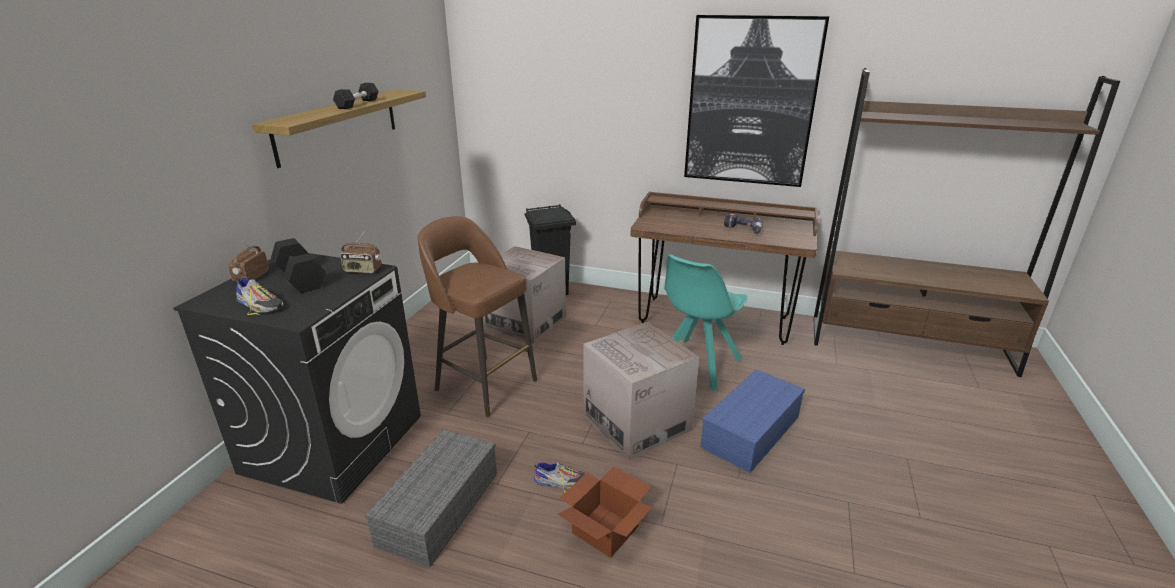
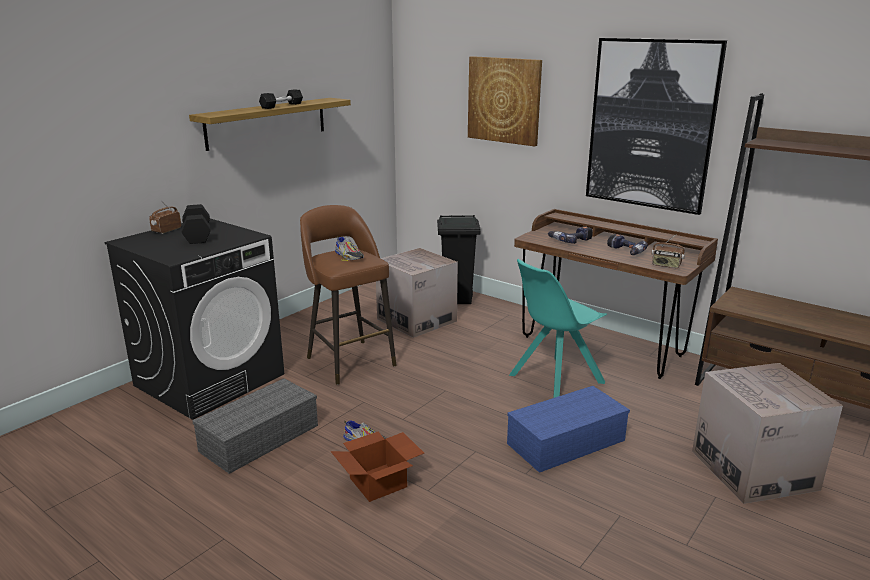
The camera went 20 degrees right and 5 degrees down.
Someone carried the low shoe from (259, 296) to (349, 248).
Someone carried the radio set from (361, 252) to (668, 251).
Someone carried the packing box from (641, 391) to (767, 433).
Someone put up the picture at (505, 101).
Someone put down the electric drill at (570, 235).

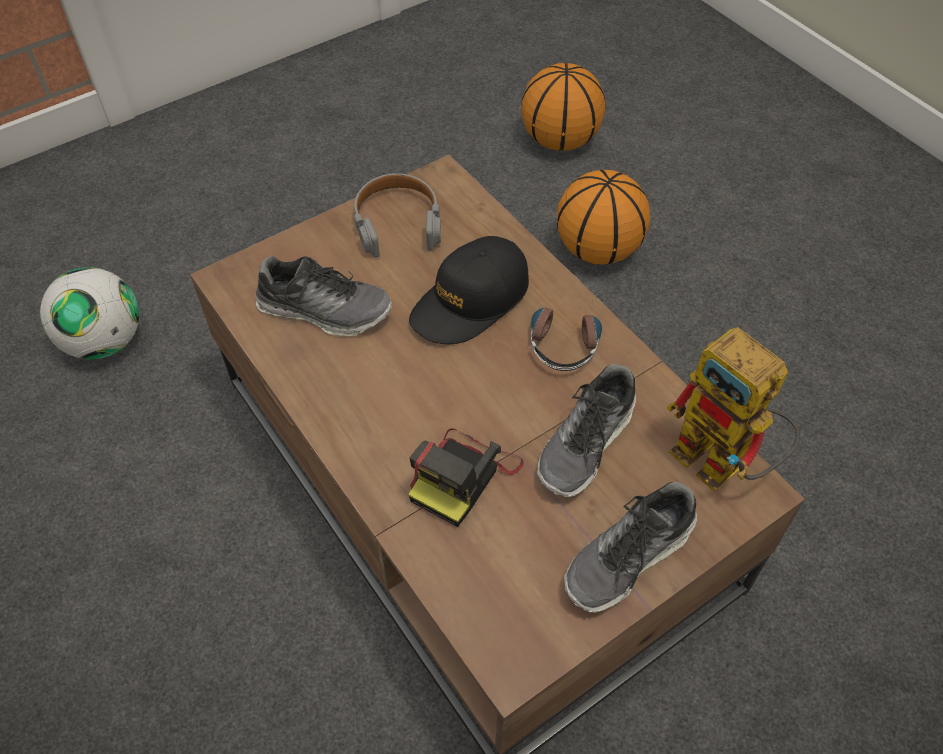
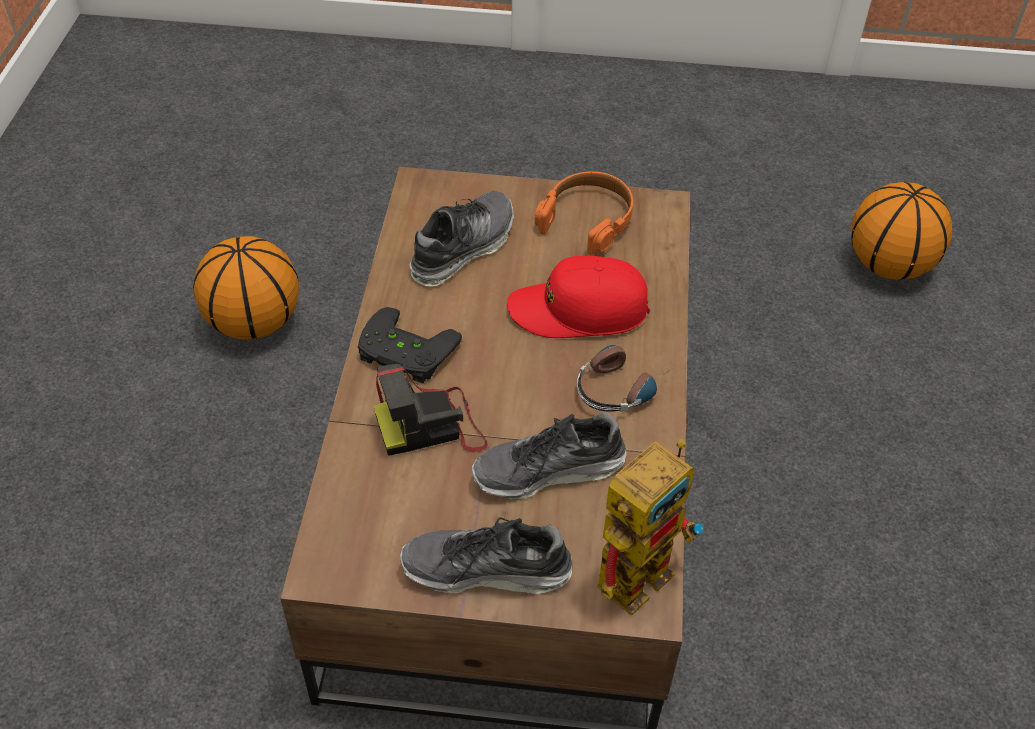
The camera went 40 degrees right and 5 degrees down.
Someone took away the ball for football at (89, 313).
Someone rotated the low shoe at (324, 296) by 105 degrees counterclockwise.
Someone repainted the greyish pair of headphones at (397, 215), which became the orange-coloured pair of headphones at (584, 213).
Someone repainted the black cap at (469, 290), which became the red cap at (578, 297).
Someone carried the basketball from (603, 217) to (246, 287).
Someone rotated the model robot at (733, 409) by 135 degrees counterclockwise.
Someone put down the black joypad at (410, 345).

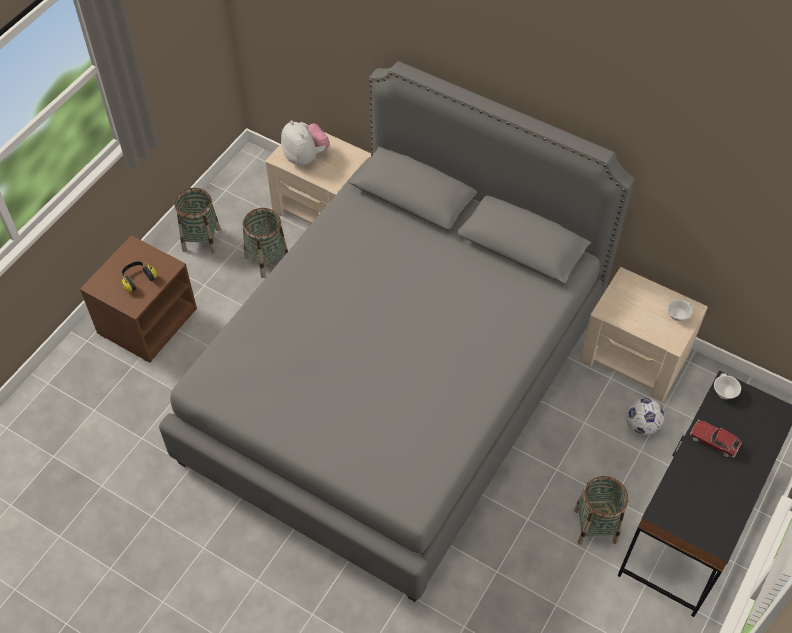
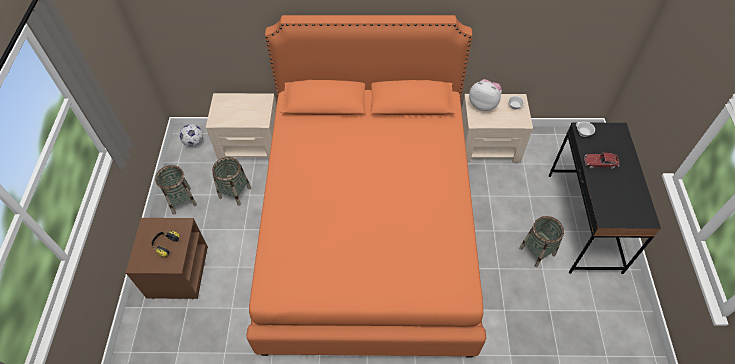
The camera went 30 degrees left and 0 degrees up.
Someone repainted the greyish sleeping bed at (397, 331), which became the orange-coloured sleeping bed at (366, 186).
Someone carried the soft toy from (305, 143) to (485, 95).
Someone carried the ball for football from (645, 416) to (191, 135).

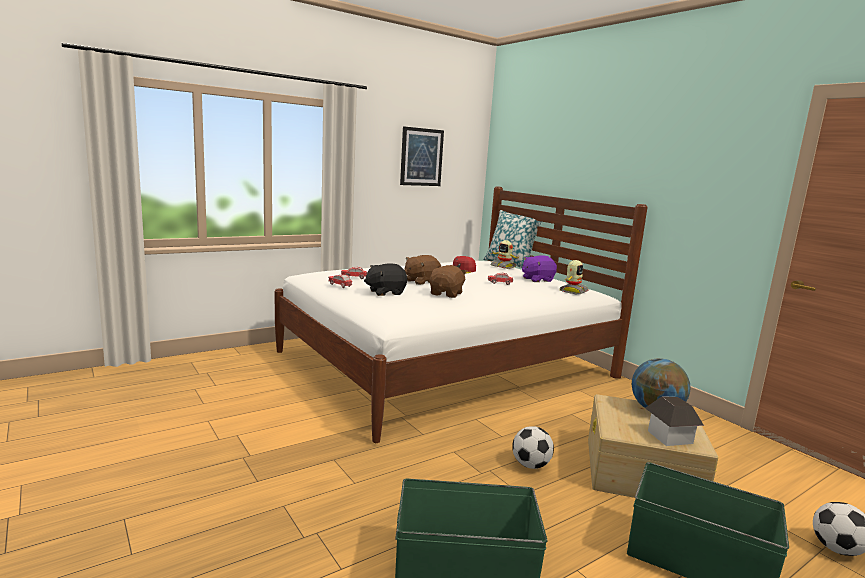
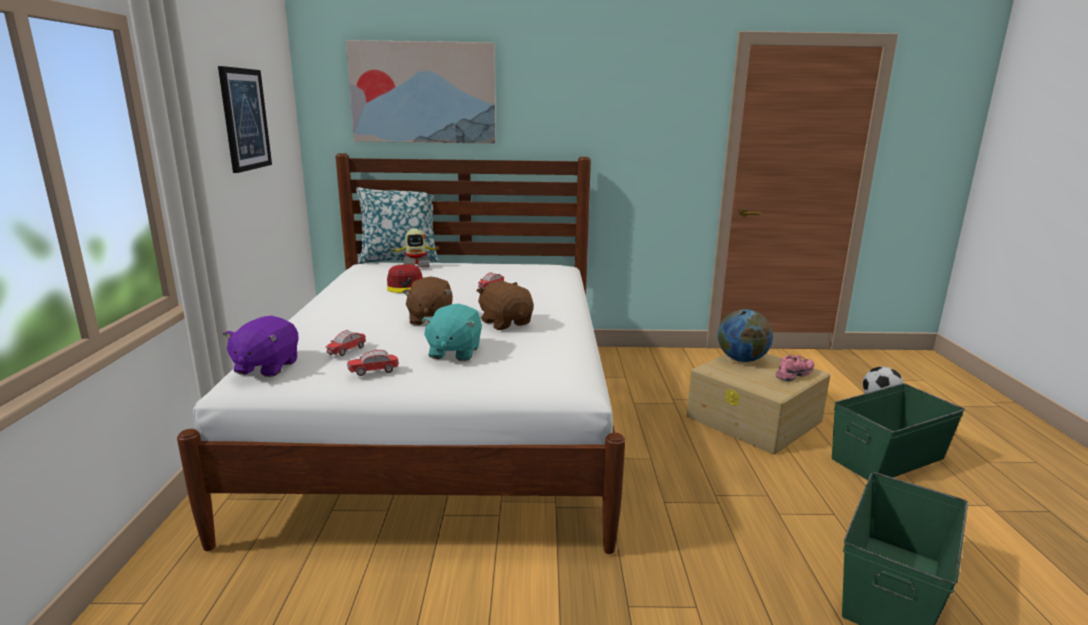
The camera went 55 degrees left and 5 degrees up.
Someone repainted the black soft toy at (385, 280), which became the blue-green soft toy at (451, 332).
Someone took away the ball for football at (533, 447).
Someone carried the purple-coloured soft toy from (539, 269) to (261, 346).
Someone took away the model robot at (574, 277).
Someone swapped the miniature house at (674, 421) for the pinkish low shoe at (795, 367).
Someone put up the picture at (421, 92).

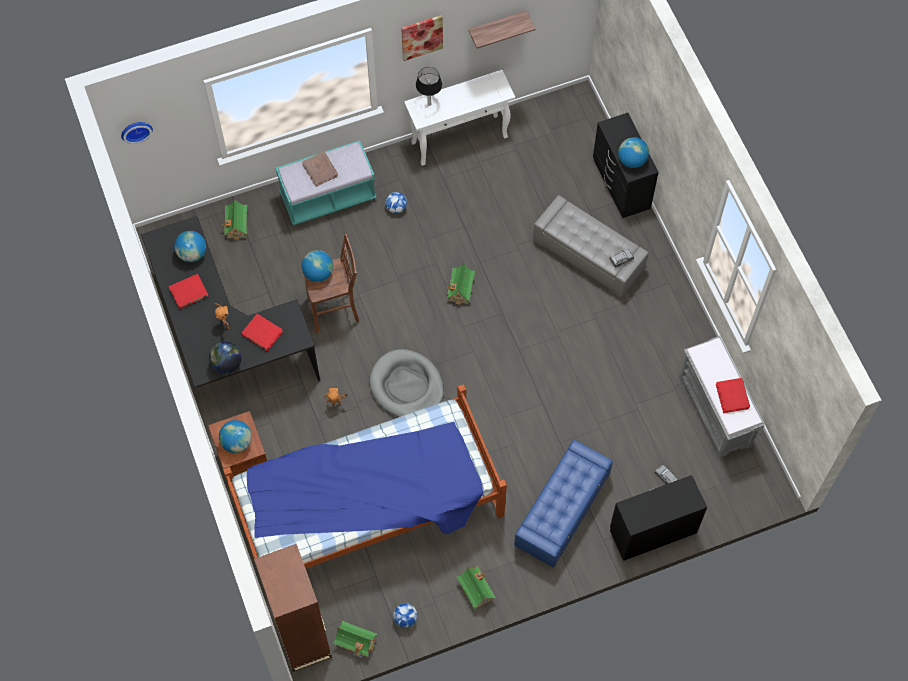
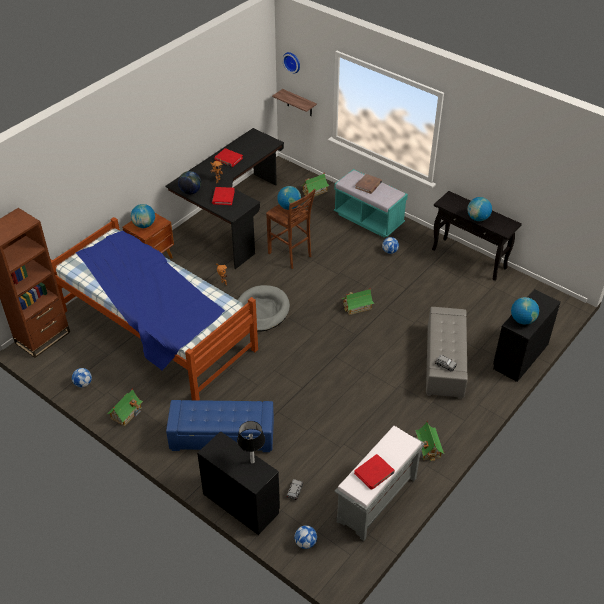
The camera went 60 degrees right and 20 degrees down.
Someone carried the globe from (190, 246) to (479, 209).
Someone carried the miniature house from (355, 639) to (429, 441).
Someone took away the picture at (422, 38).
Someone repainted the white hall table at (459, 118), which became the black hall table at (477, 236).
Someone carried the table lamp from (429, 86) to (251, 442).
Someone carried the wall shelf from (502, 30) to (294, 102).
Someone put down the ball for football at (305, 537).

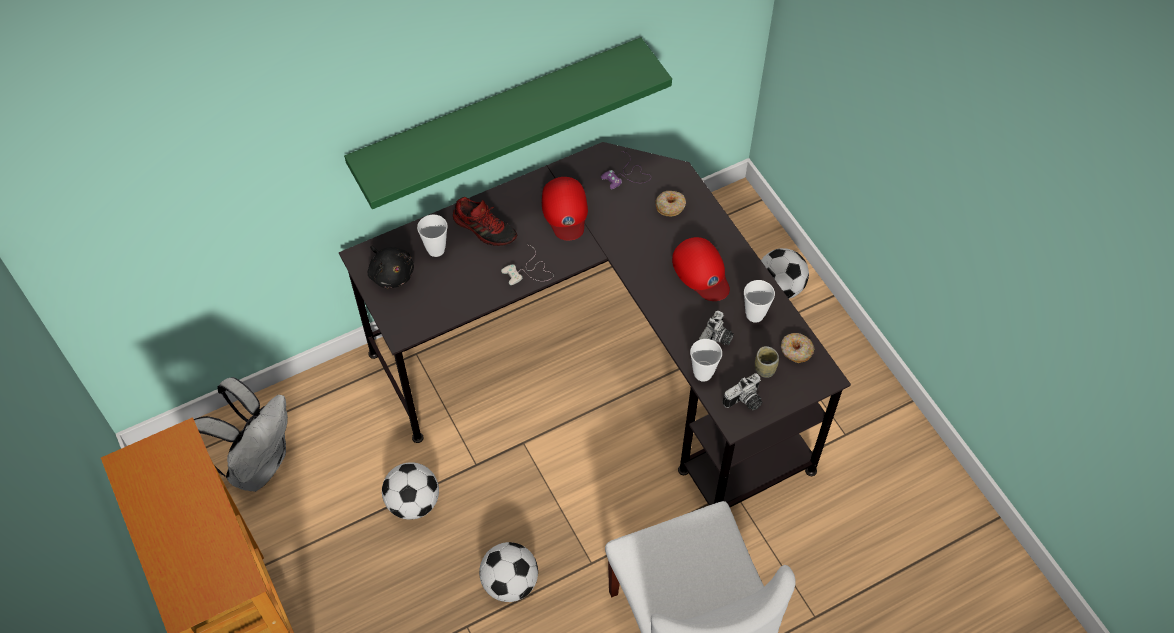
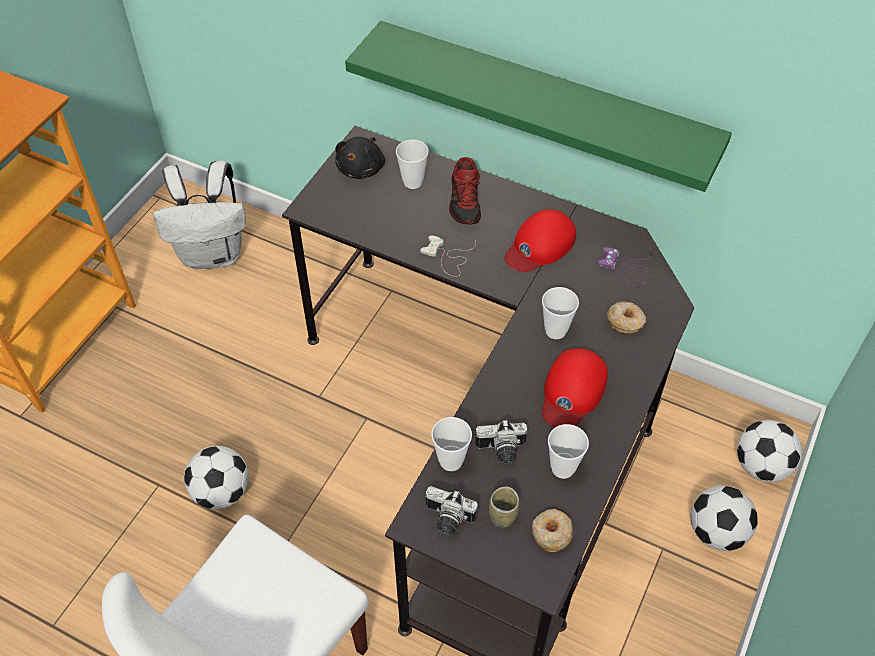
The camera went 55 degrees right and 5 degrees down.
Someone carried the ball for football from (410, 491) to (769, 451).
Someone put down the small cup at (560, 313).

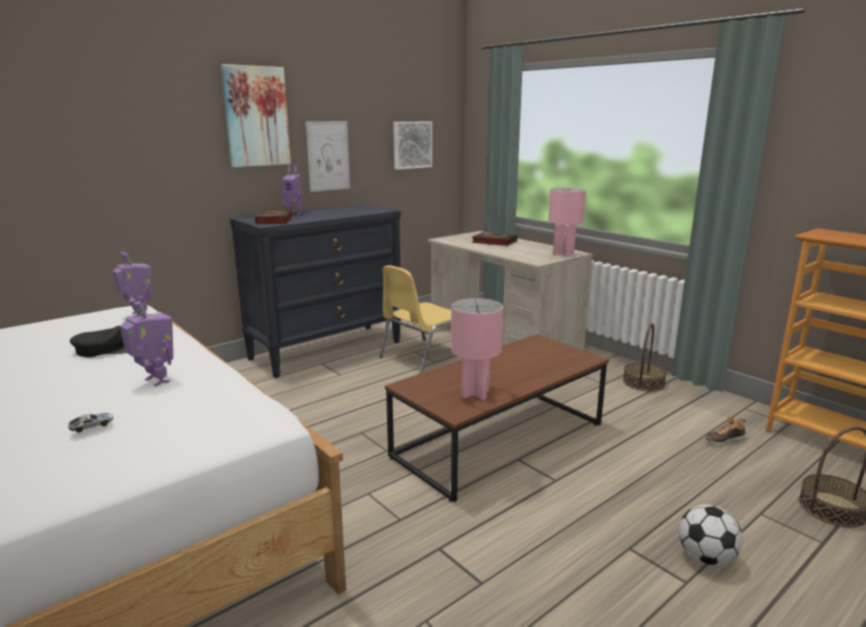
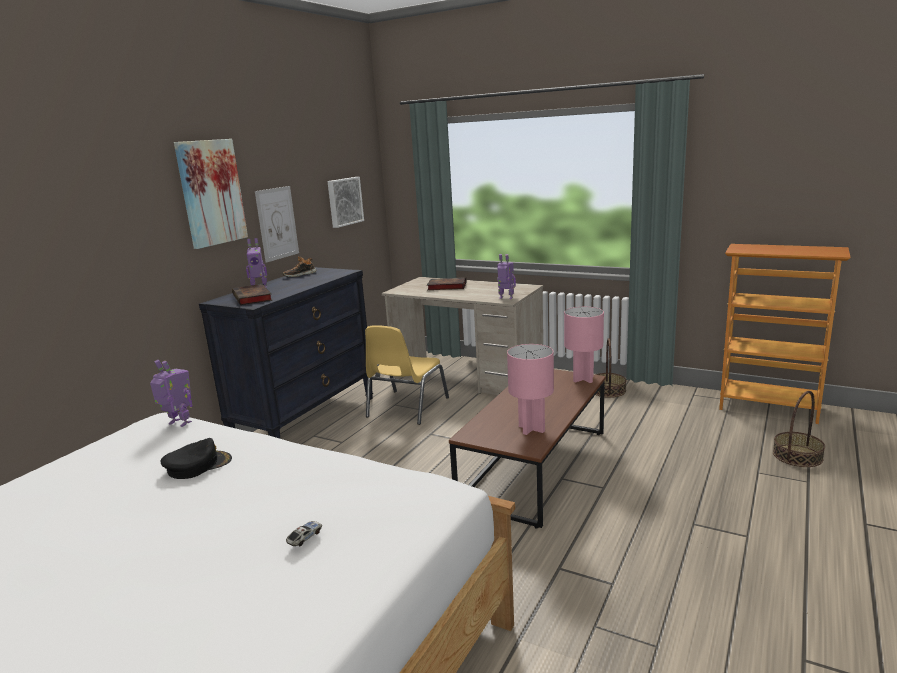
The camera went 20 degrees left and 0 degrees up.
Someone carried the model robot from (146, 343) to (506, 276).
Someone carried the pinkish table lamp from (567, 222) to (584, 345).
Someone took away the ball for football at (711, 535).
Someone carried the low shoe from (726, 431) to (299, 266).

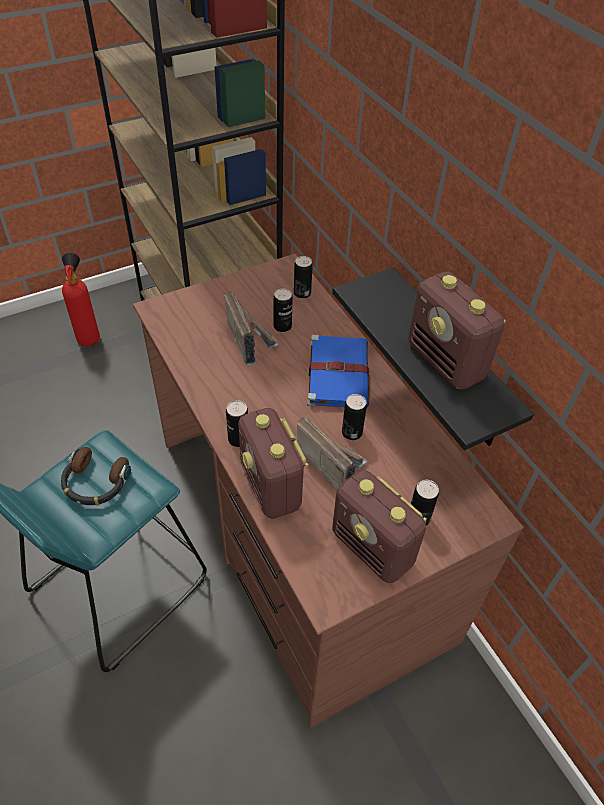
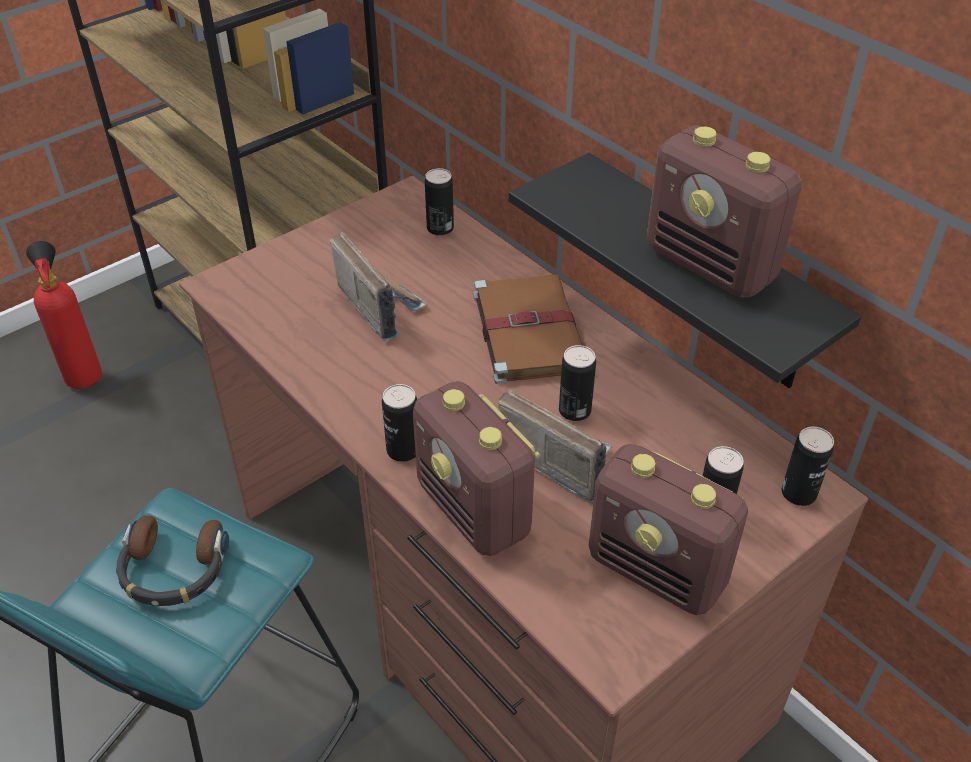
The camera went 10 degrees left and 5 degrees down.
Someone carried the sealed can from (283, 310) to (808, 466).
Someone repainted the blue book at (338, 371), which became the brown-coloured book at (528, 329).

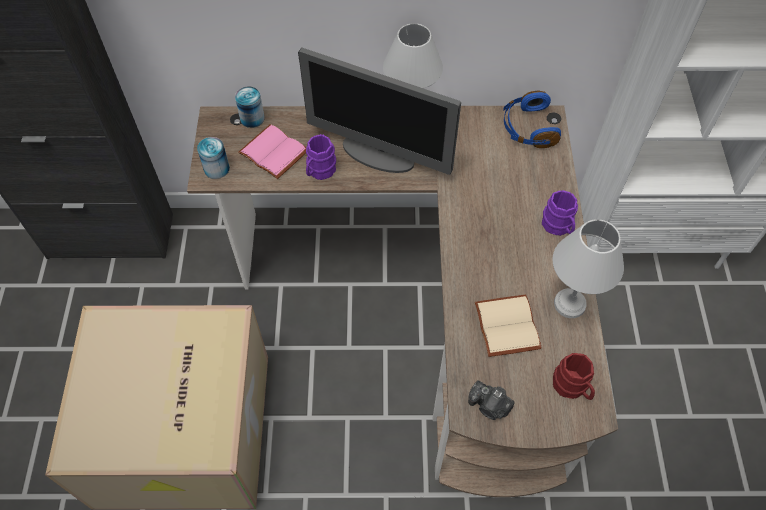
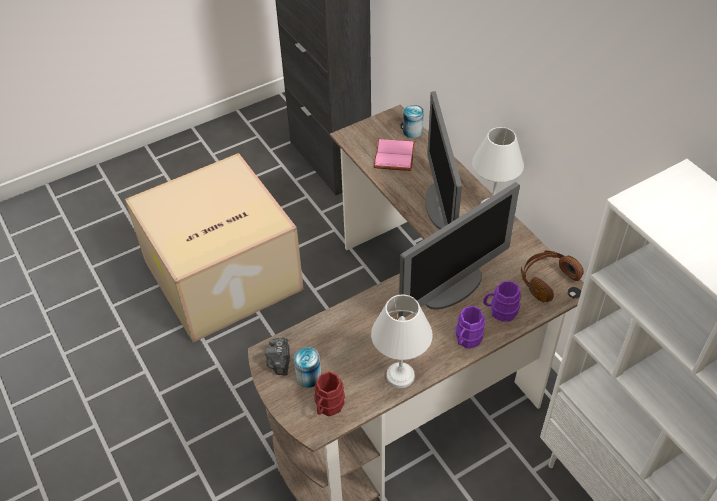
The camera went 60 degrees right and 10 degrees down.
Someone carried the sealed can from (213, 158) to (307, 367).
Someone carried the purple-coloured tea mug from (321, 157) to (502, 301).
Someone took away the sand-coloured book at (508, 326).
Someone repainted the blue pair of headphones at (532, 119), which became the brown-coloured pair of headphones at (552, 276).
Someone put down the computer display at (459, 249).

